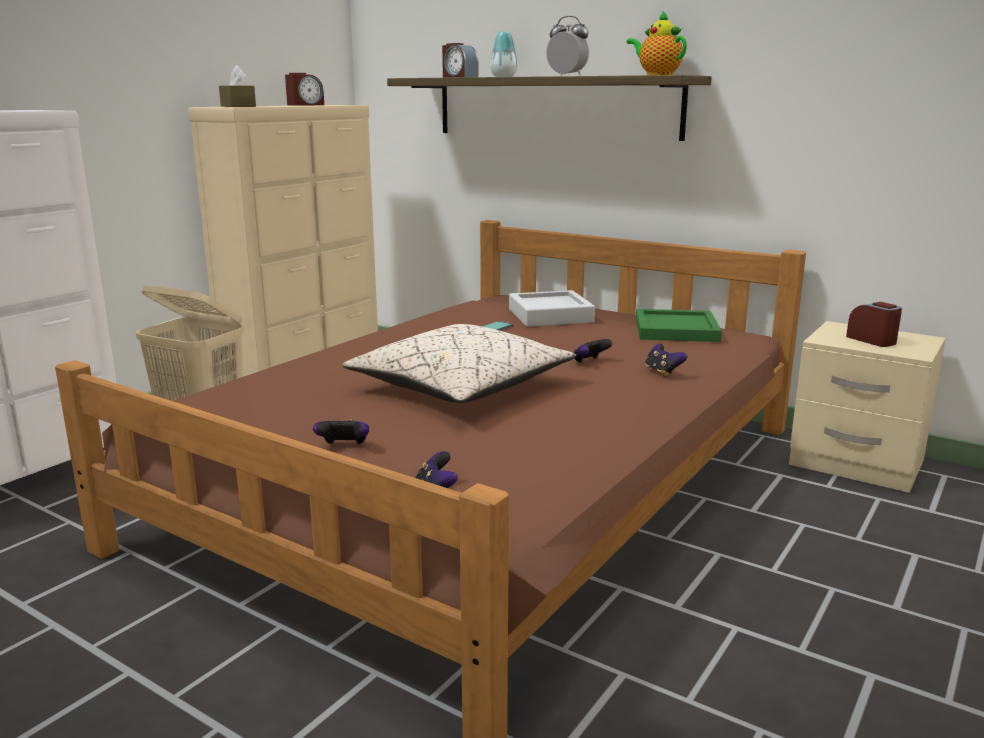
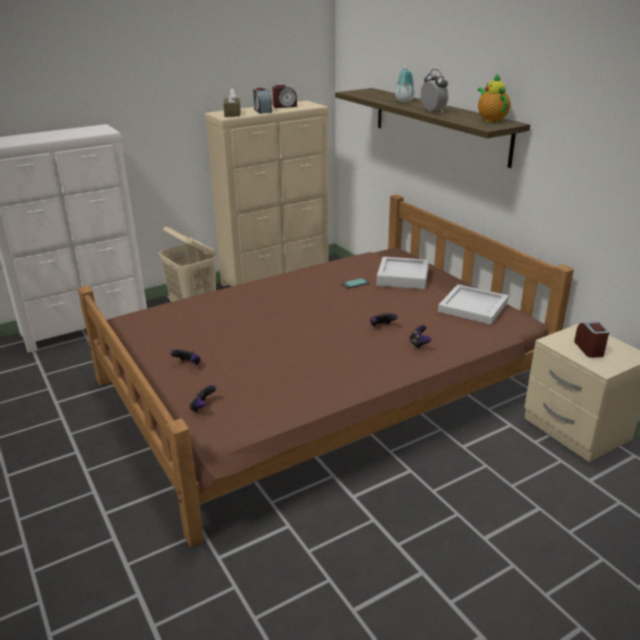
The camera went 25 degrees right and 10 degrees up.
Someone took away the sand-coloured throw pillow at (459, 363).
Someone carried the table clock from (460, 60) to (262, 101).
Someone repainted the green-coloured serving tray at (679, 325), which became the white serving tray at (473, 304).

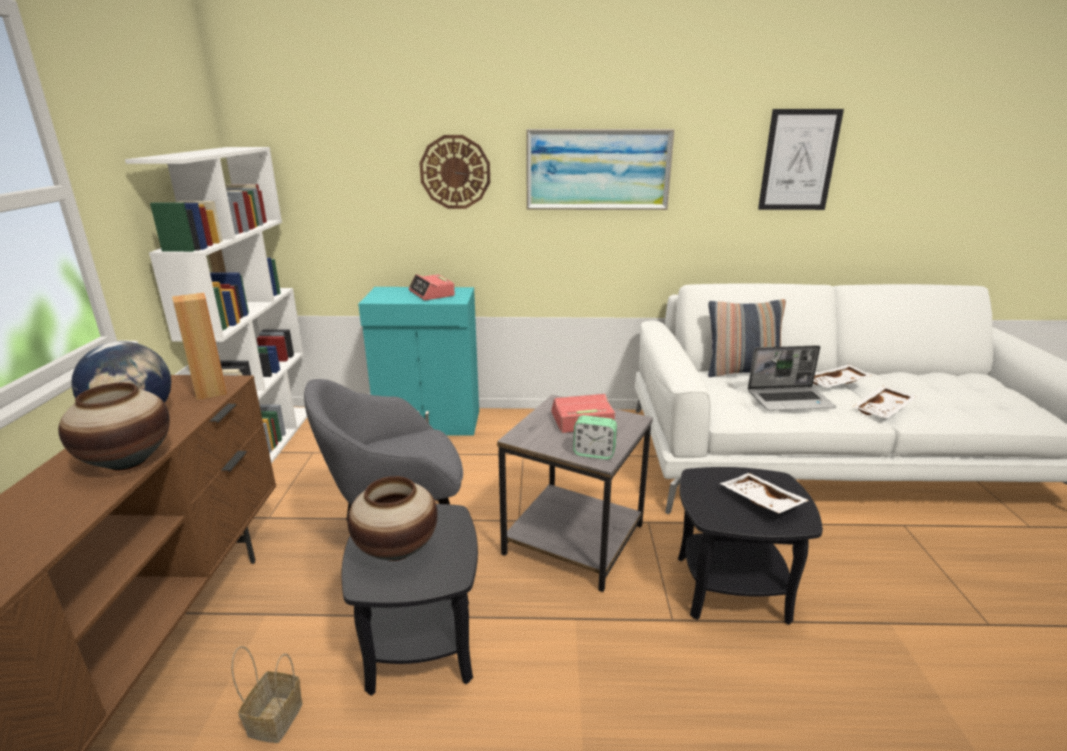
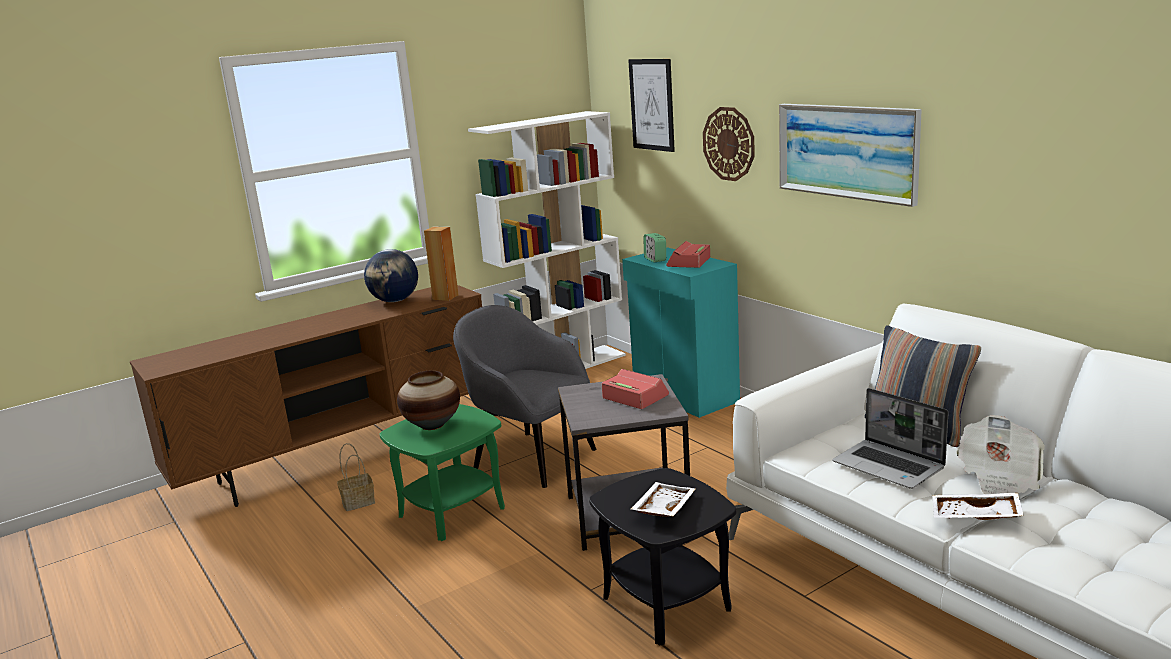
The camera went 55 degrees right and 5 degrees down.
Someone took away the flower vase at (114, 427).
Someone repainted the black side table at (410, 600), which became the green-coloured side table at (442, 472).
Someone carried the table clock from (595, 437) to (655, 247).
Someone carried the picture from (801, 159) to (651, 105).
Someone swapped the white serving tray at (842, 376) for the newspaper at (1000, 454).

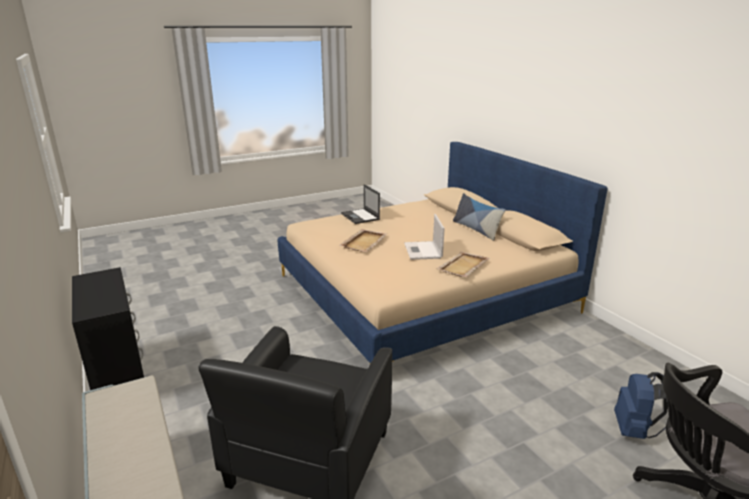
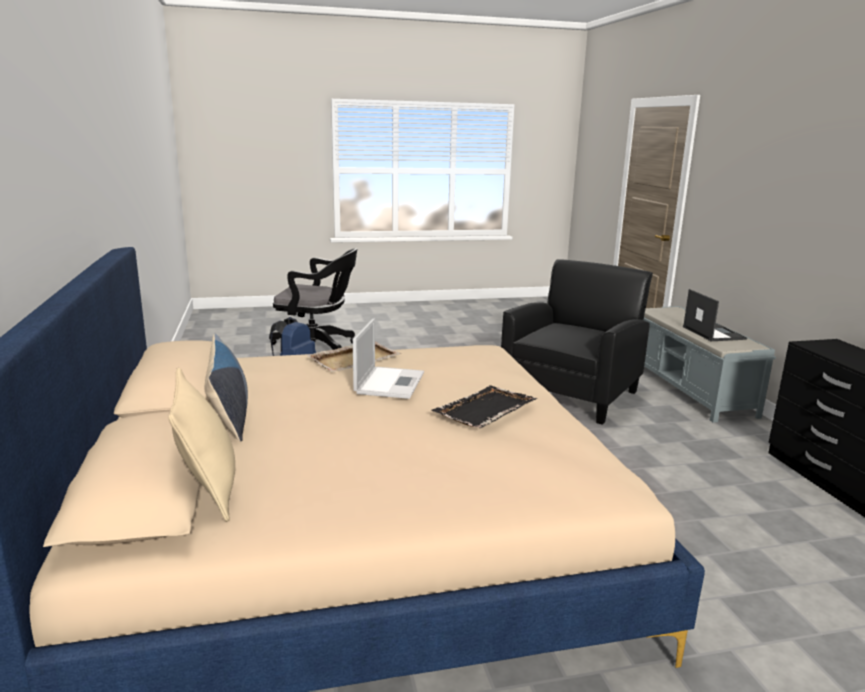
The camera went 165 degrees left and 5 degrees down.
Someone repainted the sand-coloured serving tray at (363, 240), which became the black serving tray at (484, 406).
Someone carried the notebook computer from (360, 204) to (715, 315).
Someone put down the sand-coloured throw pillow at (201, 444).

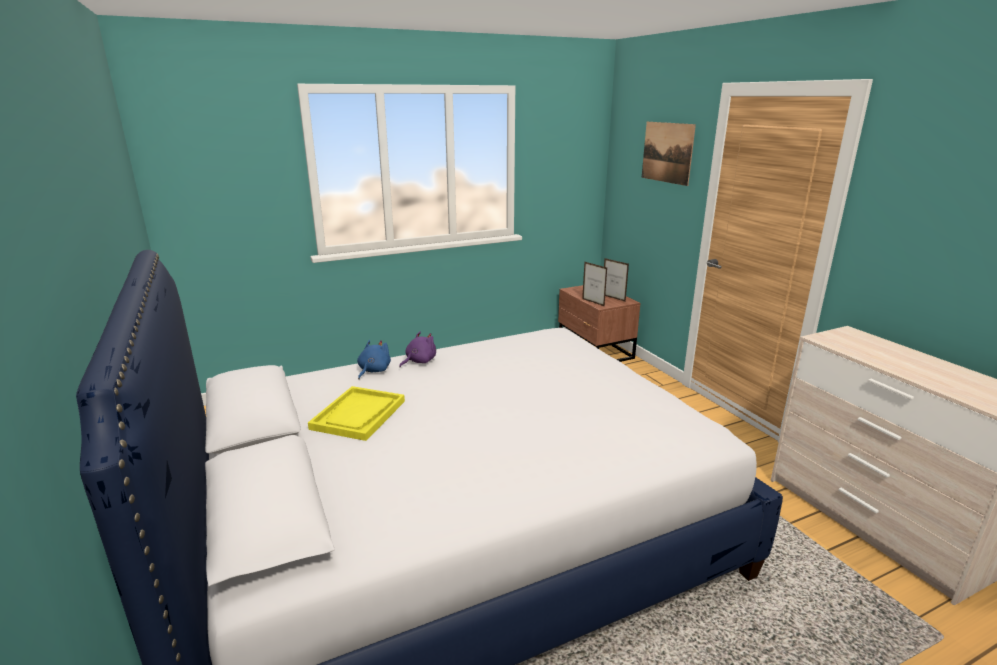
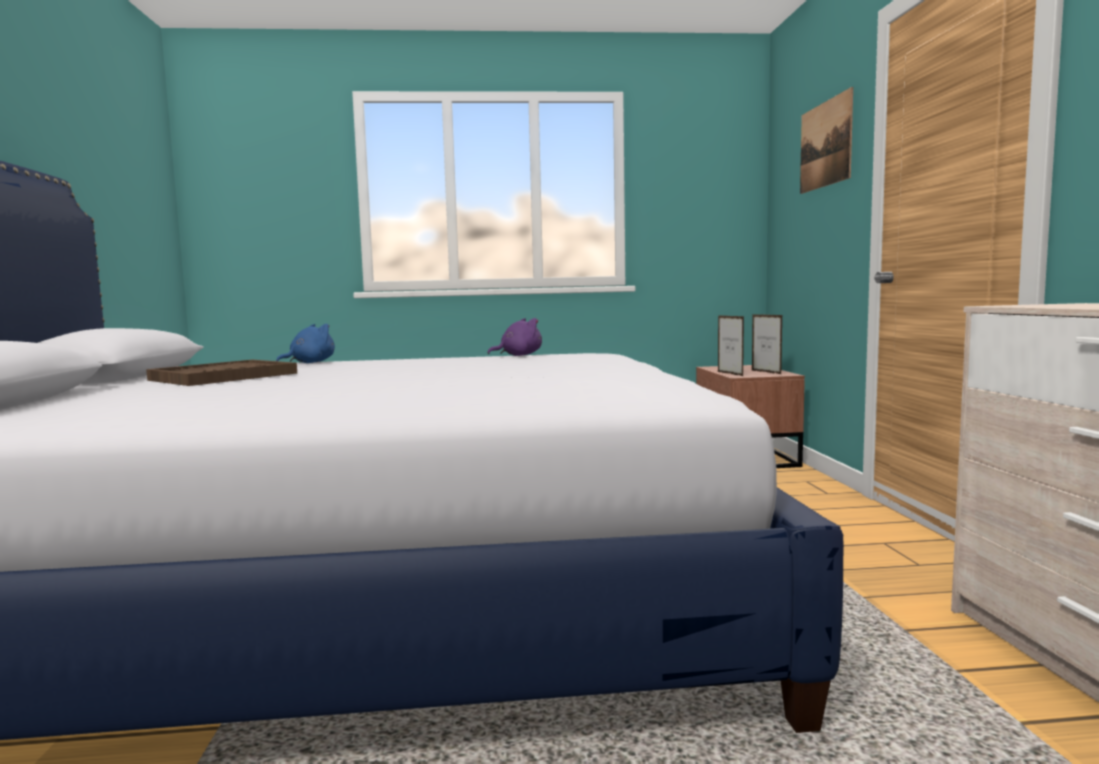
The camera went 20 degrees right and 15 degrees down.
Someone repainted the yellowish serving tray at (356, 413), which became the brown-coloured serving tray at (221, 373).
Someone carried the purple-coloured soft toy from (418, 349) to (514, 337).

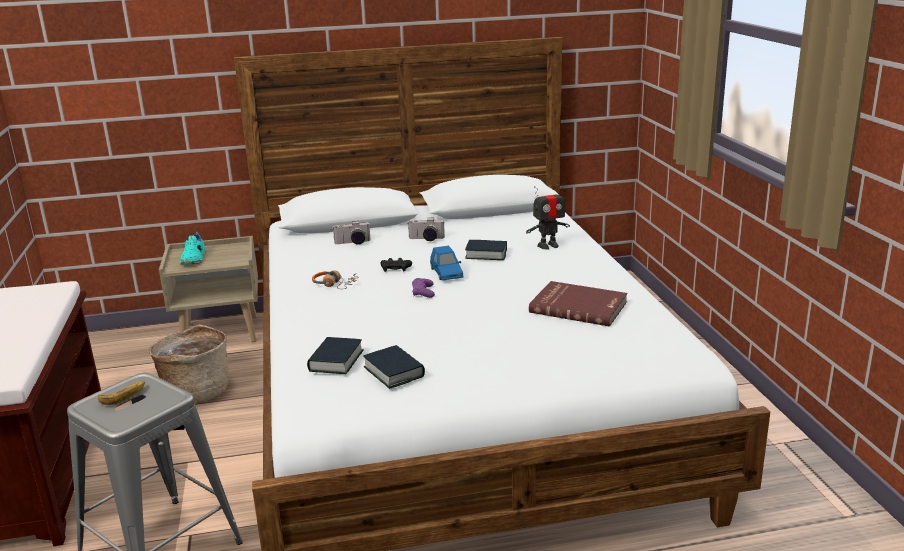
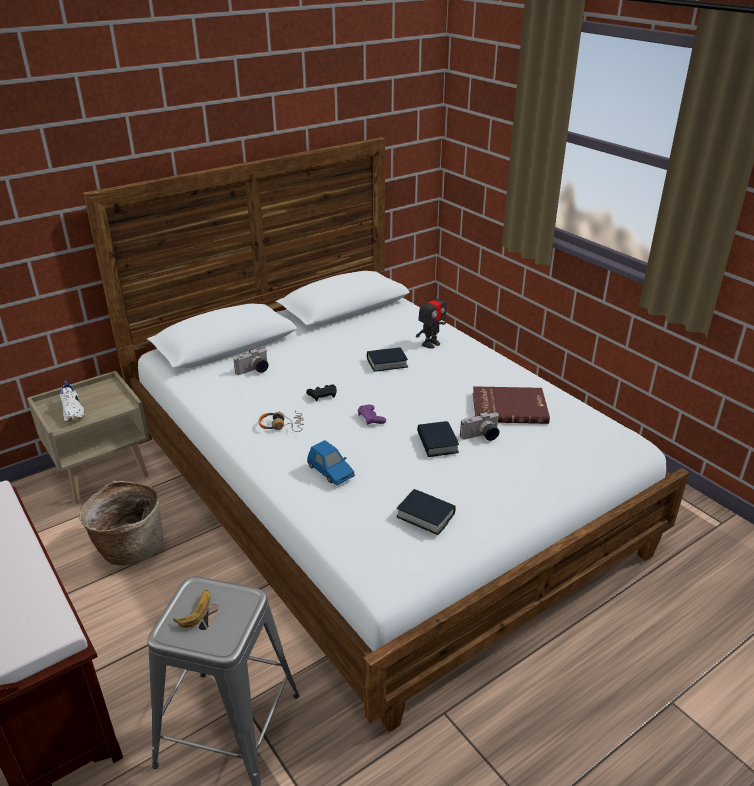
The camera went 25 degrees left and 10 degrees up.
Someone repainted the blue-green low shoe at (193, 248), which became the white low shoe at (72, 401).
Someone carried the book from (335, 355) to (438, 439).
Someone carried the photo camera from (426, 229) to (479, 426).
Someone carried the blue miniature car from (446, 263) to (331, 462).

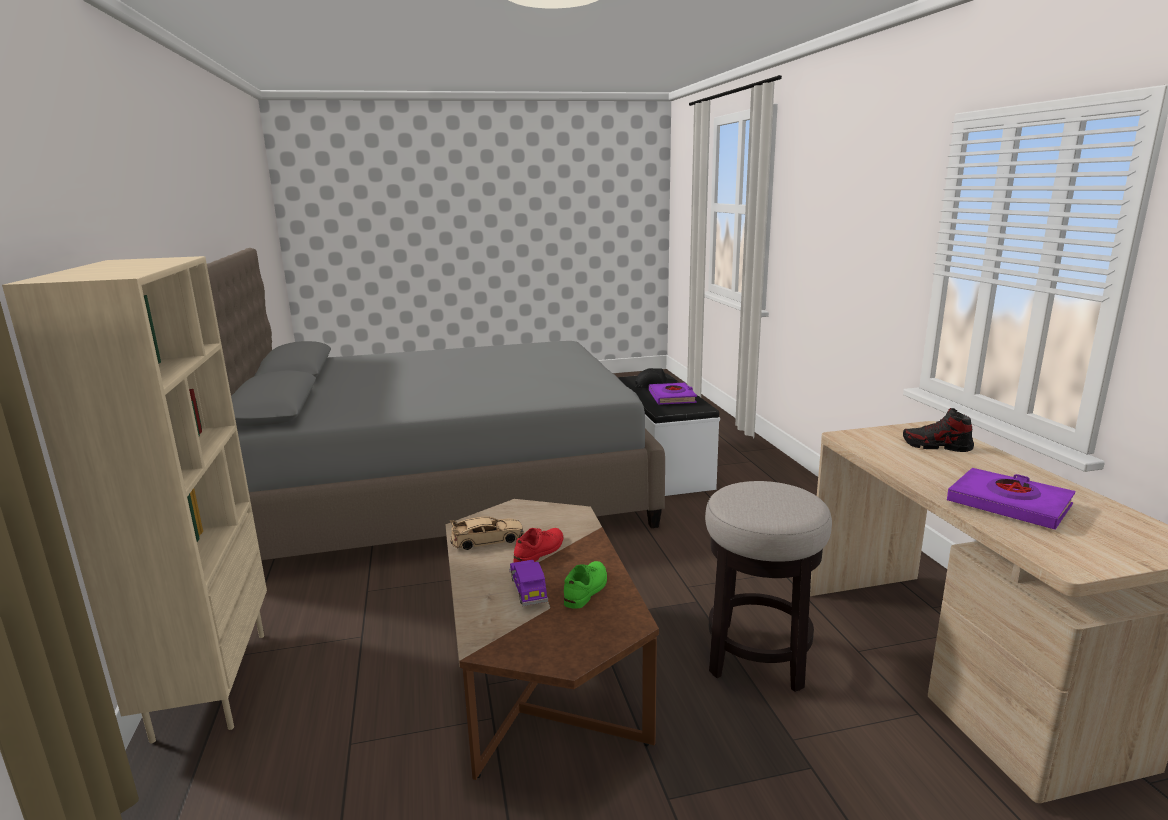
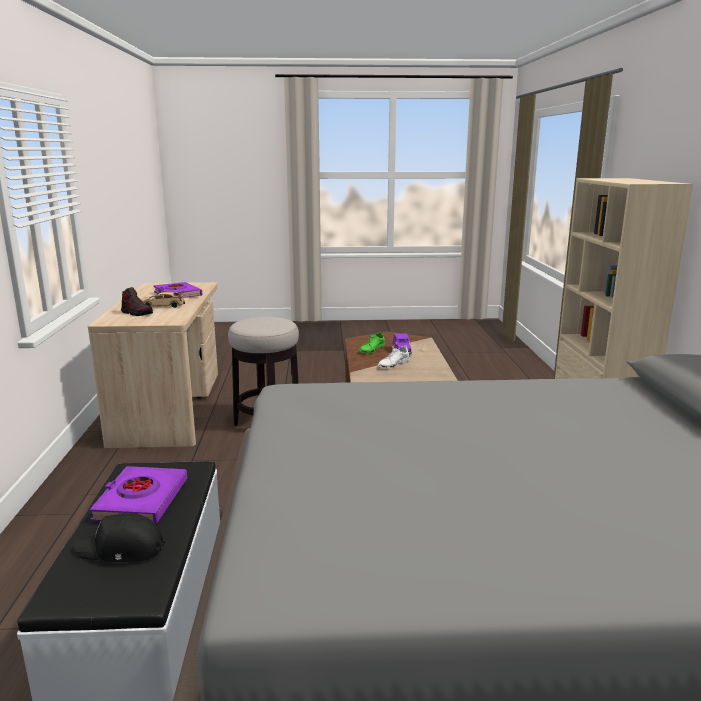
The camera went 170 degrees left and 0 degrees up.
Someone carried the sand-coloured miniature car from (487, 533) to (162, 299).
Someone repainted the red low shoe at (538, 545), which became the white low shoe at (394, 356).

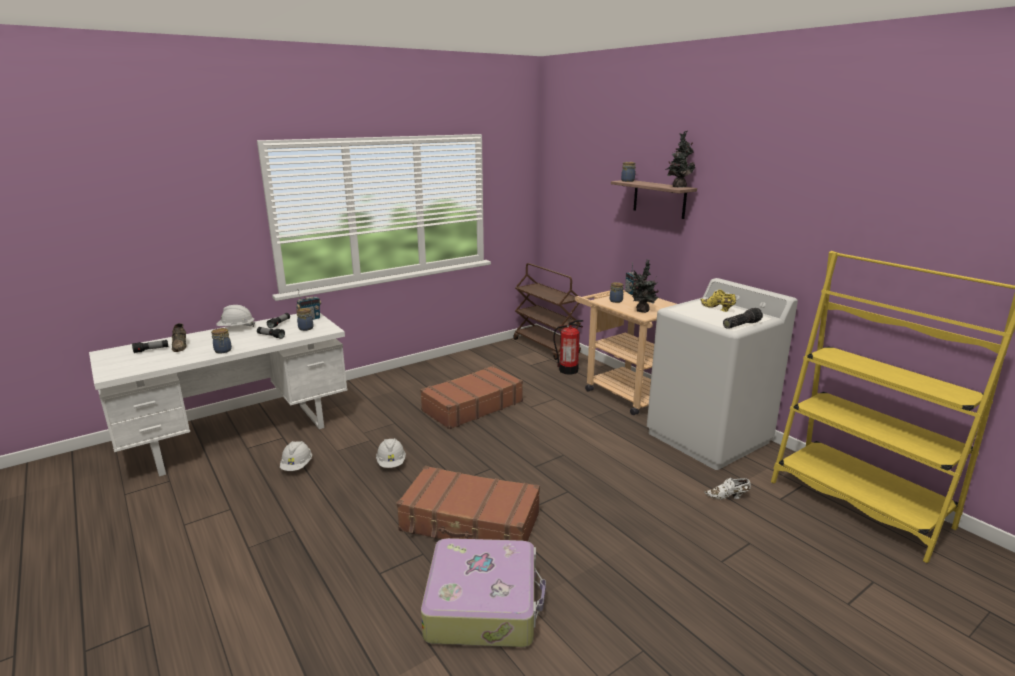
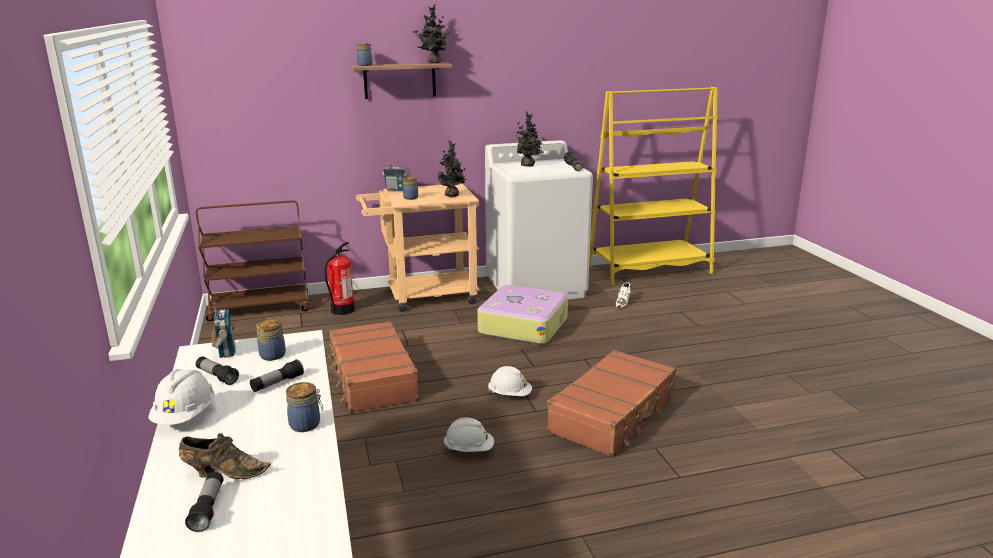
The camera went 70 degrees left and 0 degrees up.
Someone carried the white hard hat from (296, 456) to (510, 381).
Someone carried the travel case from (483, 592) to (522, 315).
Someone swapped the yellowish low shoe at (718, 301) for the potted plant at (529, 139).

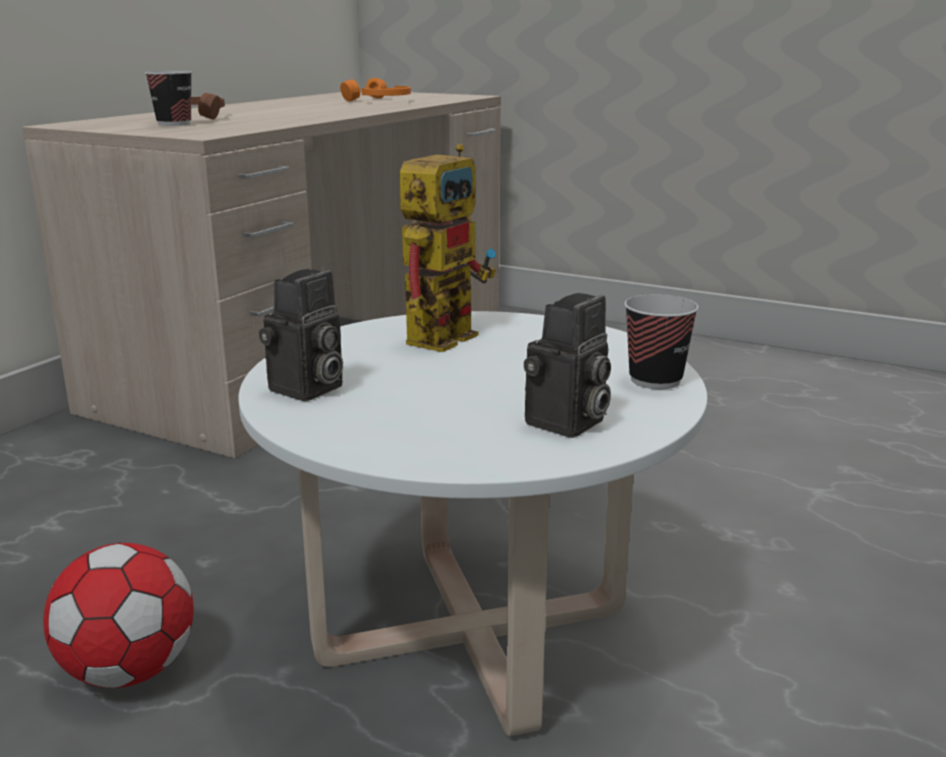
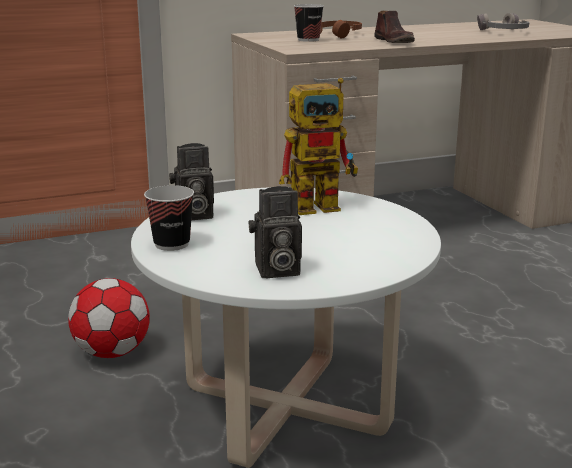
The camera went 40 degrees right and 0 degrees up.
Someone repainted the orange-coloured pair of headphones at (375, 90), which became the greyish pair of headphones at (503, 21).
Someone carried the small cup from (661, 341) to (169, 218).
Someone put down the brown-coloured low shoe at (394, 27).

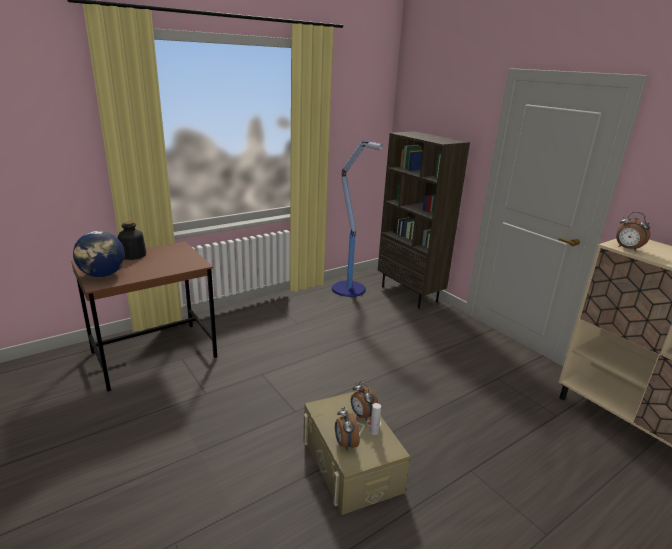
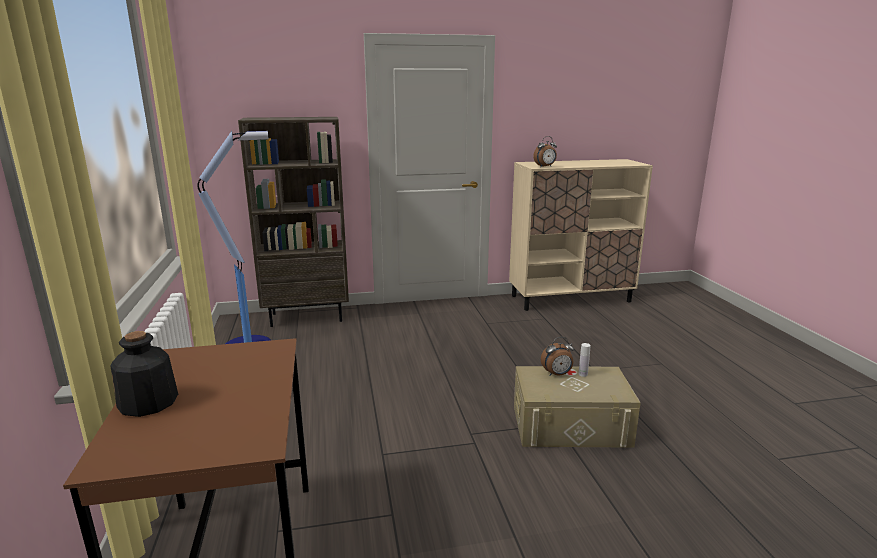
The camera went 65 degrees left and 5 degrees down.
Someone took away the globe at (99, 254).
Someone took away the table clock at (347, 428).

